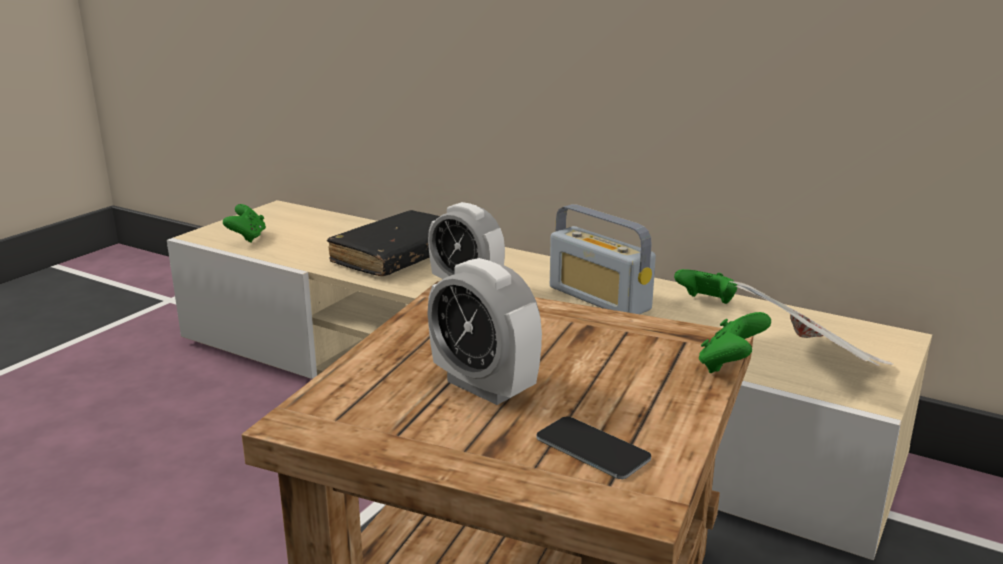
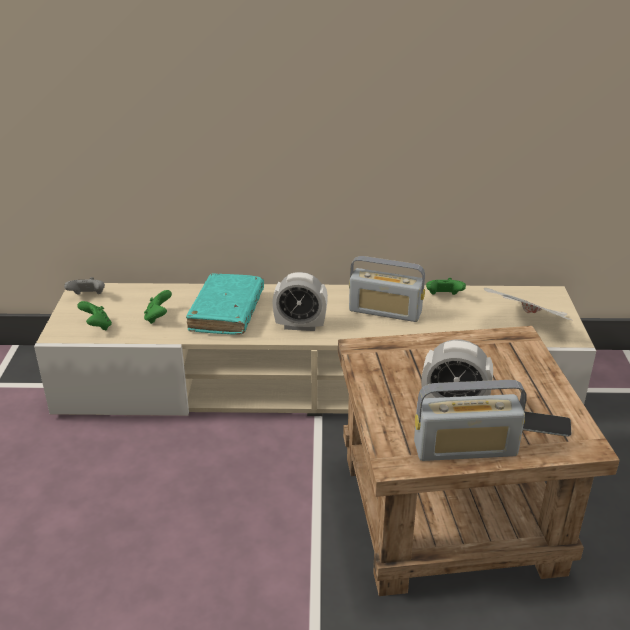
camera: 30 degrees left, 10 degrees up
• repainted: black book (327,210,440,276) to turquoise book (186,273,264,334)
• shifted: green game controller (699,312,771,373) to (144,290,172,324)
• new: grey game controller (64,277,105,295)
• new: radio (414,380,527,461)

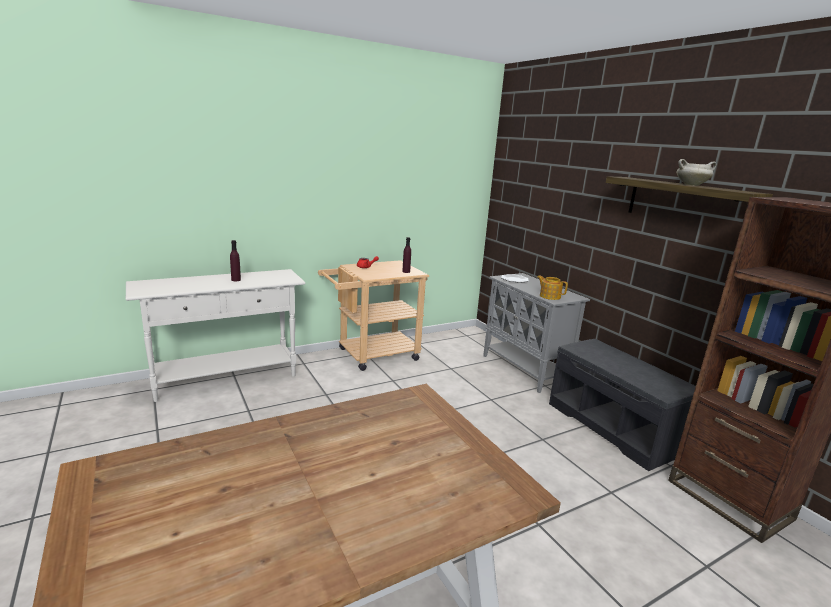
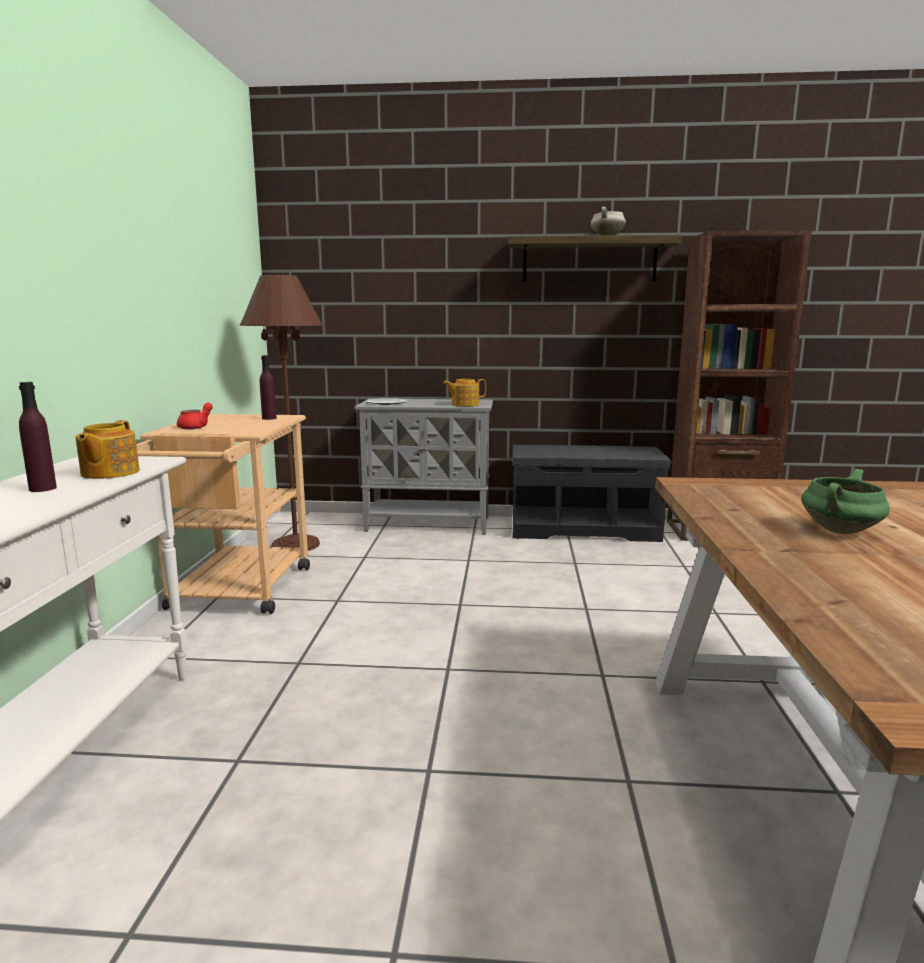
camera: 55 degrees left, 5 degrees down
• new: brown floor lamp (240,275,322,551)
• new: teapot (75,420,140,479)
• new: green cooking pot (801,469,890,534)

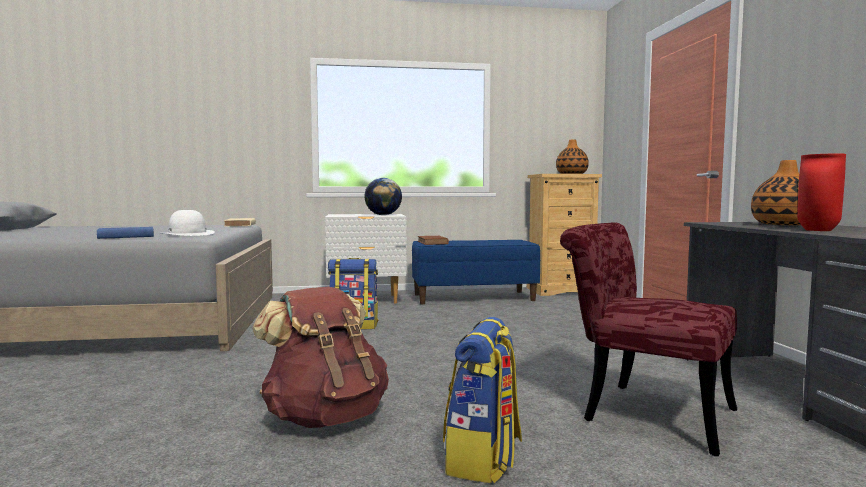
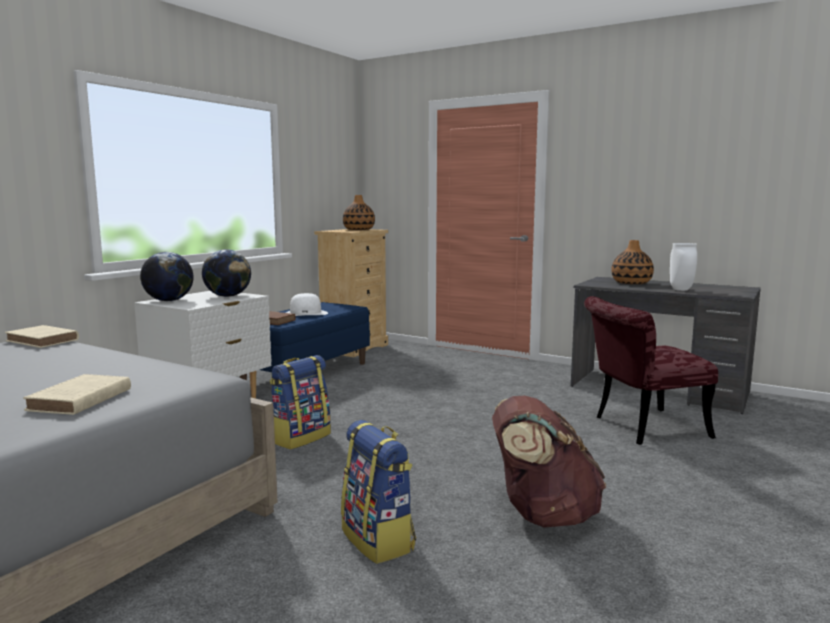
camera: 50 degrees left, 5 degrees up
• repainted: red vase (797,154,846,231) to white vase (670,243,697,291)
• shifted: white hat (161,210,215,236) to (286,293,328,316)
• repainted: blue book (97,227,154,239) to beige book (23,374,131,415)
• shifted: backpack (443,317,522,483) to (341,420,416,564)
• new: globe (140,252,194,301)

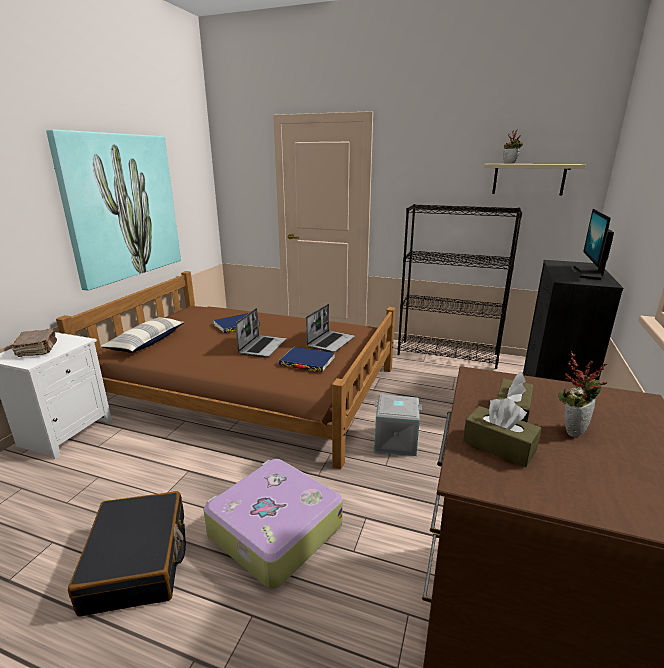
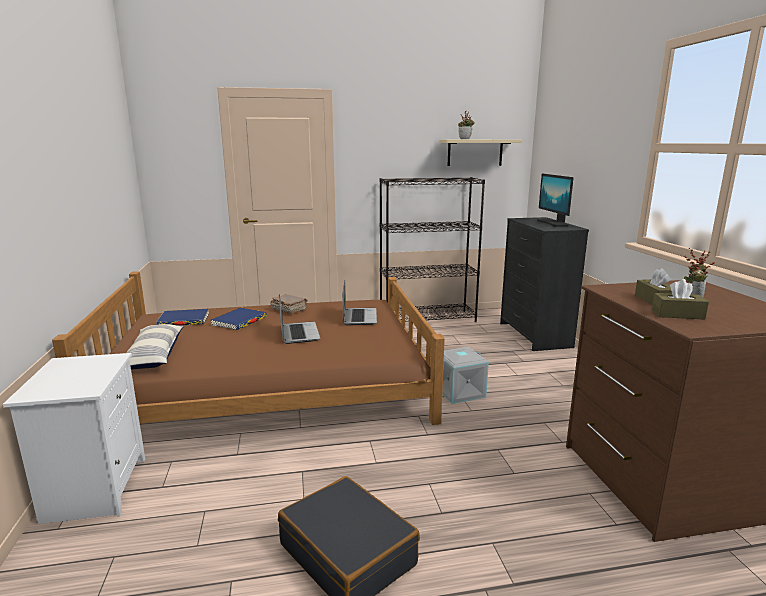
camera: 30 degrees left, 5 degrees down
• gone: picture (46,129,181,291)
• shifted: brown book (12,329,57,357) to (270,294,308,314)
• shifted: blue book (279,347,335,372) to (156,309,209,326)
• gone: suitcase (204,459,343,589)

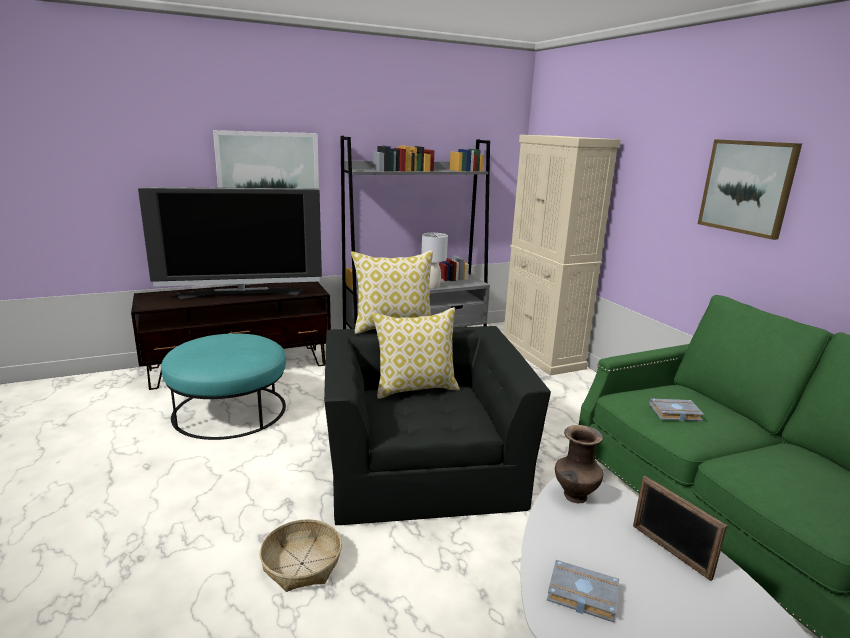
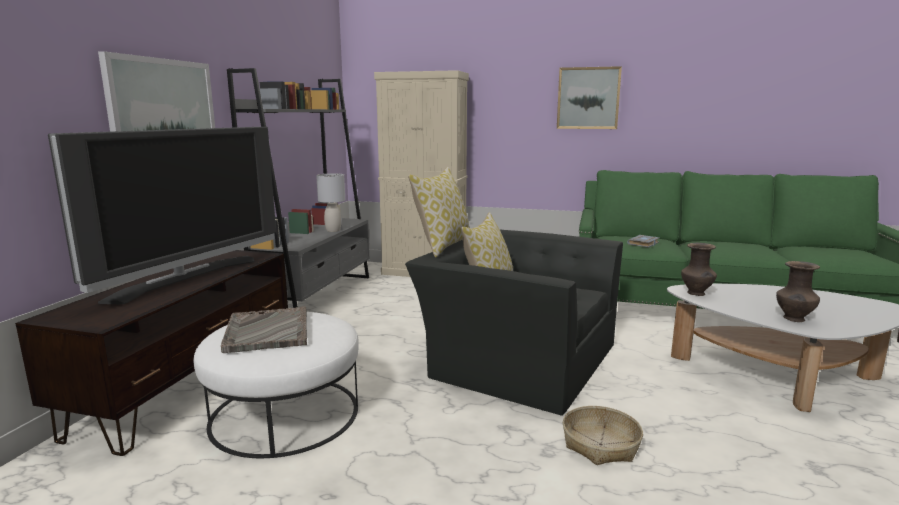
camera: 50 degrees left, 5 degrees down
• repainted: turquoise ottoman (161,333,286,440) to white ottoman (194,312,359,458)
• gone: picture frame (633,476,727,581)
• swapped: grey book (547,560,619,622) to brown vase (776,261,820,322)
• new: grey tray (221,306,307,353)

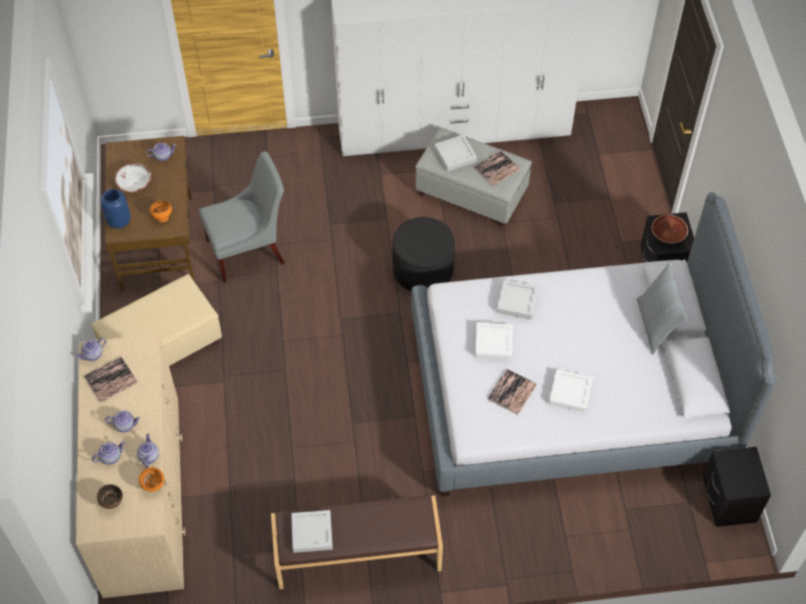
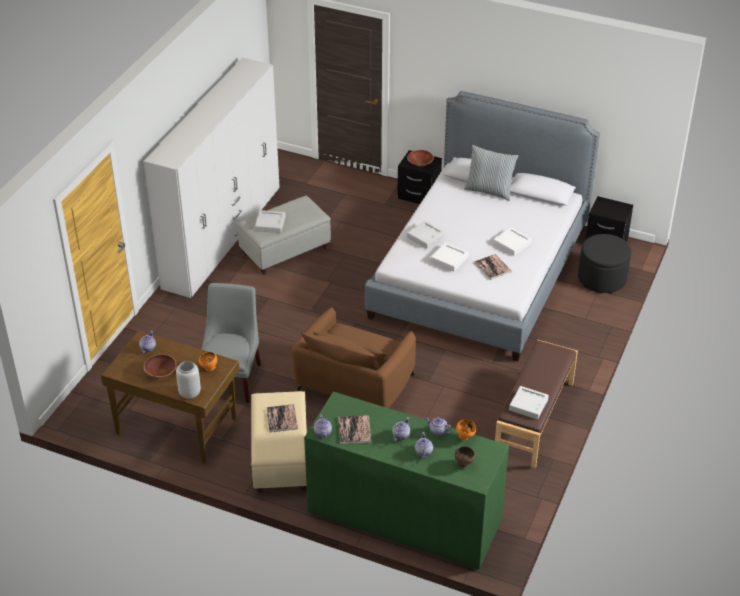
camera: 60 degrees left, 15 degrees down
• shifted: book (474,150,520,187) to (266,404,298,433)
• repainted: white bowl (115,163,152,192) to brown bowl (143,354,177,378)
• repainted: blue vase (100,189,131,228) to grey vase (176,361,201,399)
• shifted: black ottoman (393,217,455,291) to (578,234,631,293)
• repainted: beige dresser (76,334,185,598) to green dresser (304,392,509,570)
• new: brown armchair (292,308,416,408)

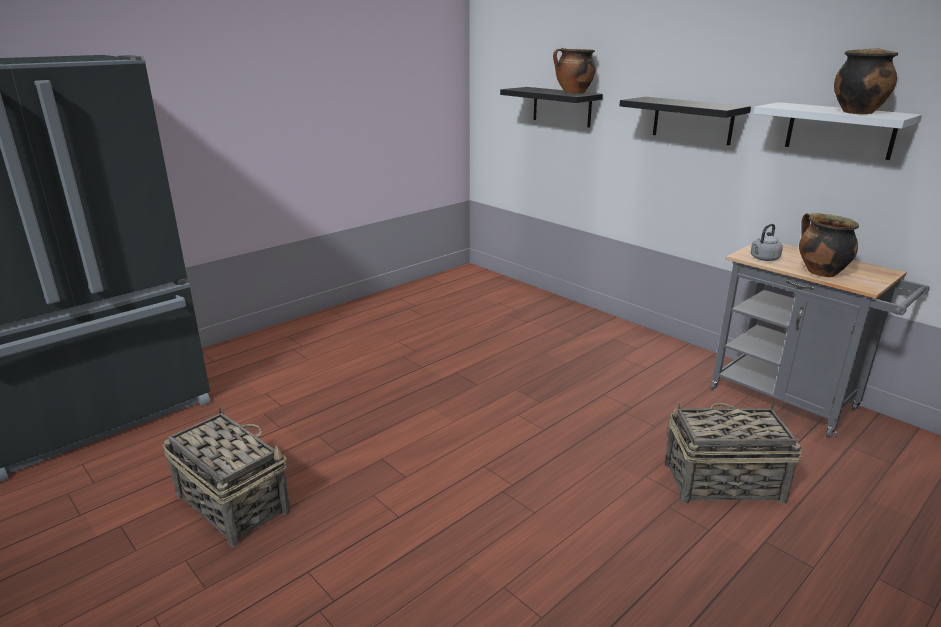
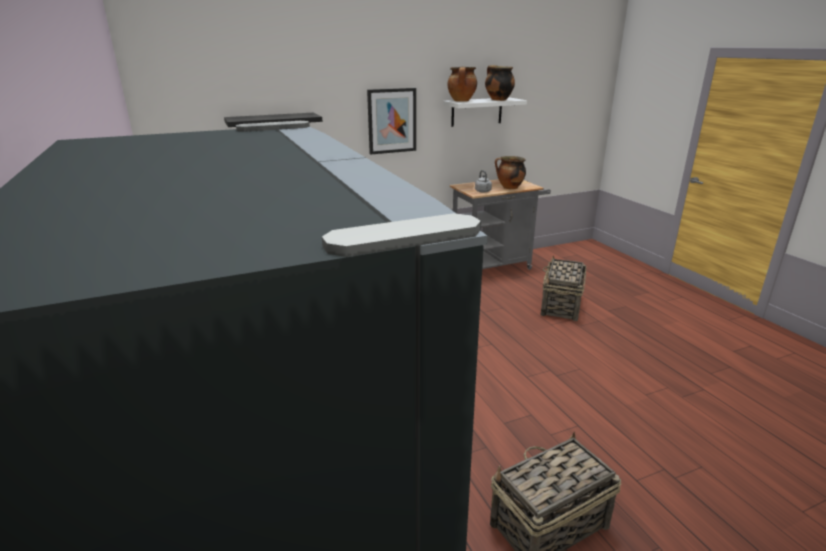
camera: 70 degrees left, 0 degrees up
• shifted: cooking pot (553,48,596,94) to (447,67,477,102)
• swapped: black shelf (619,97,751,145) to picture (367,88,416,155)

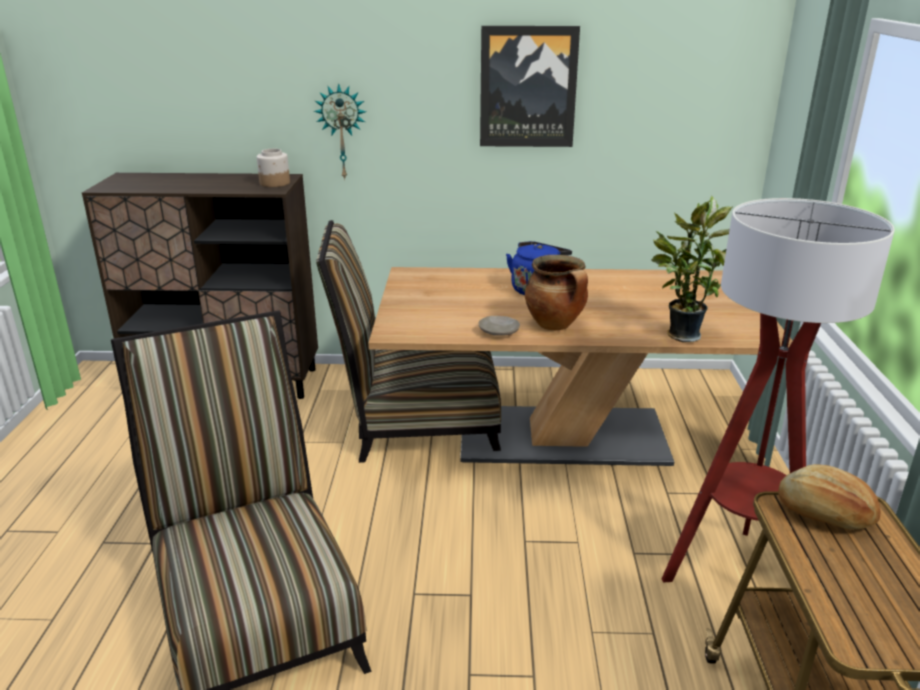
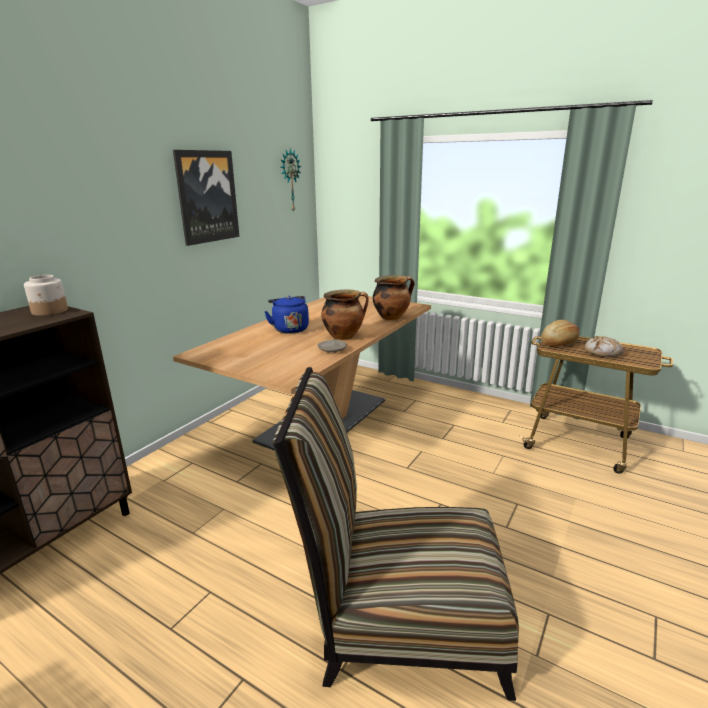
camera: 60 degrees left, 5 degrees down
• shifted: wall clock (314,83,367,181) to (281,148,302,213)
• swapped: potted plant (651,196,732,342) to cooking pot (373,275,414,320)
• gone: floor lamp (662,198,895,622)
• gone: chair (316,220,501,463)
• new: bread (585,336,623,357)

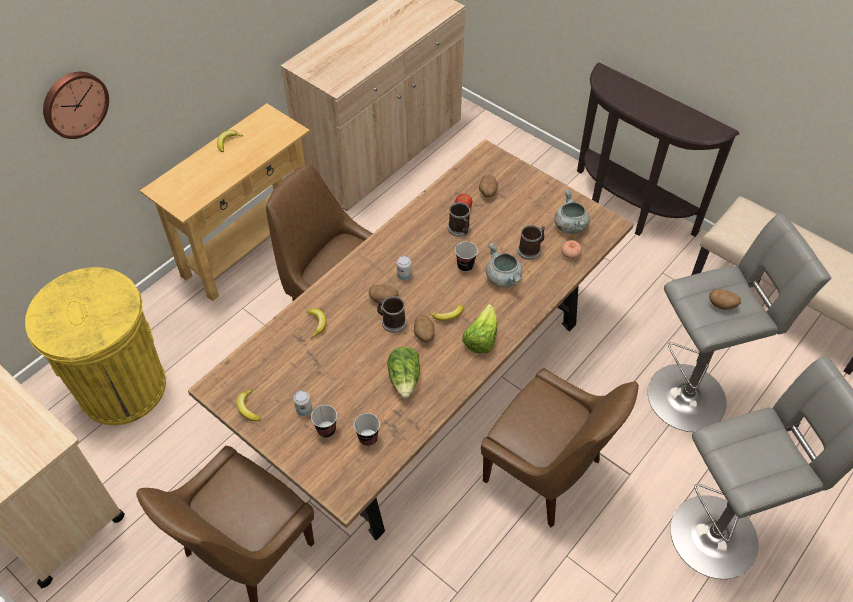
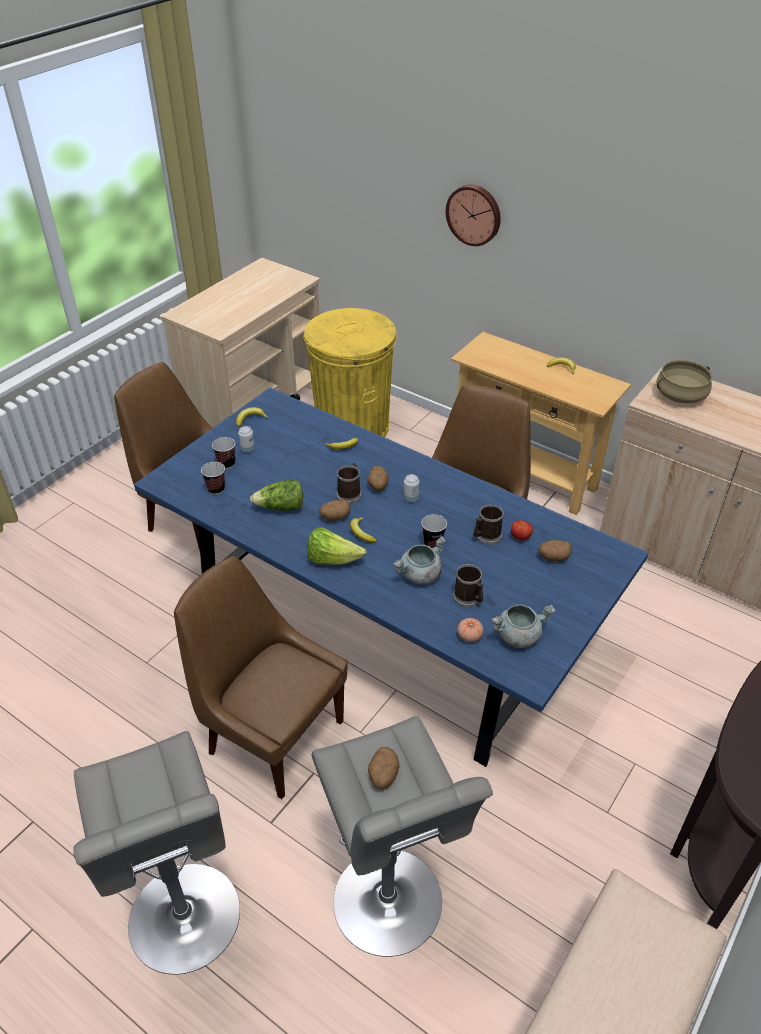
camera: 85 degrees right, 10 degrees down
• repainted: brown dining table (188,140,634,541) to blue dining table (134,388,648,767)
• rotated: brown chair (481,368,639,527) = (174,556,348,799) 90 degrees clockwise
• new: beige cooking pot (656,360,713,403)

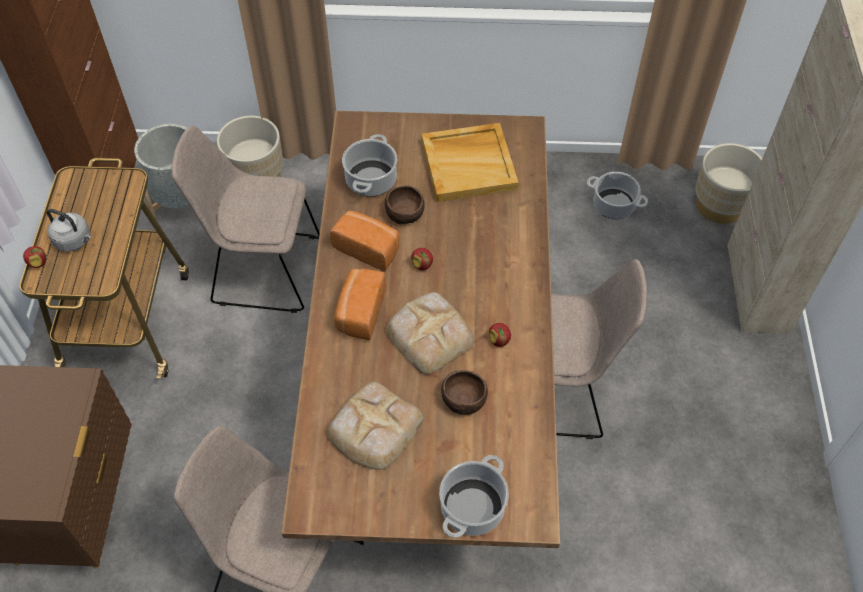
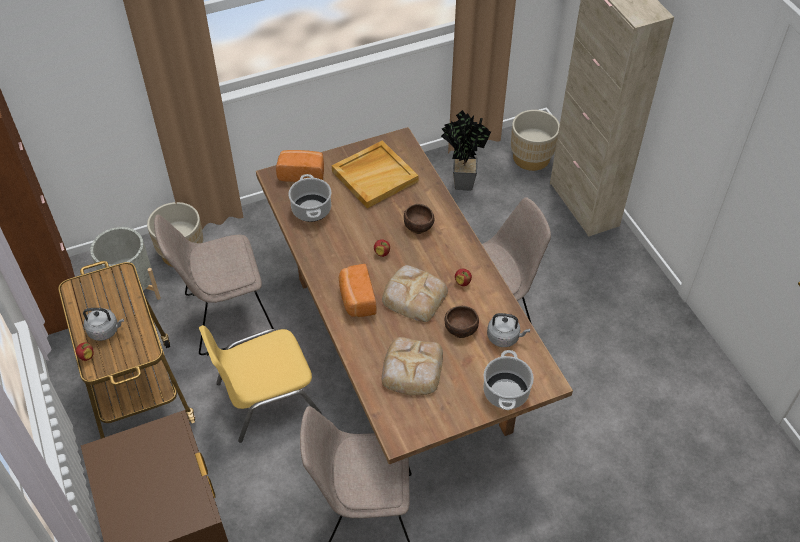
camera: 25 degrees left, 5 degrees down
• swapped: cooking pot (587,172,648,219) to potted plant (441,110,491,191)
• shifted: brown bowl (385,186,425,224) to (404,204,435,234)
• shifted: bread (330,210,400,271) to (276,150,324,182)
• new: grey kettle (487,313,530,347)
• new: yellow chair (199,325,322,443)

